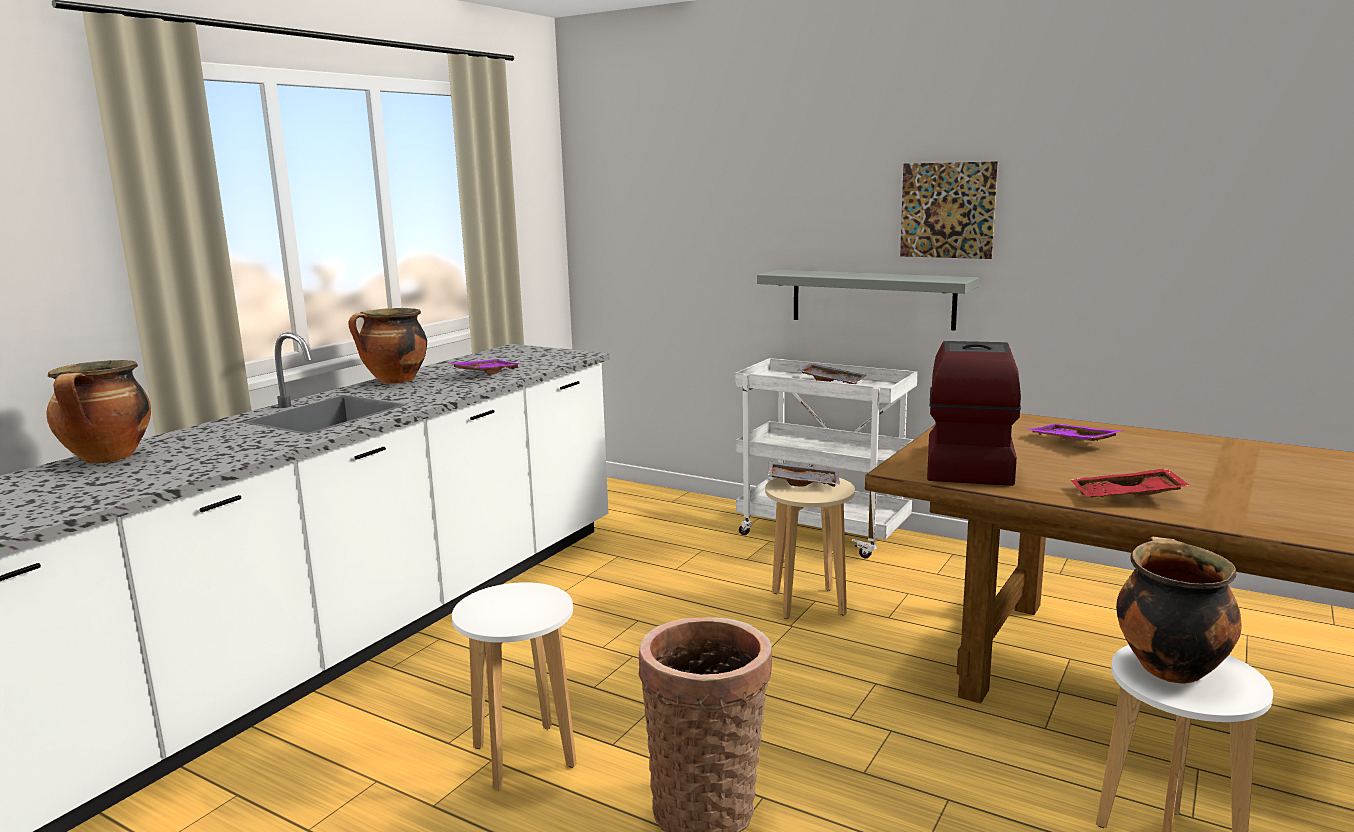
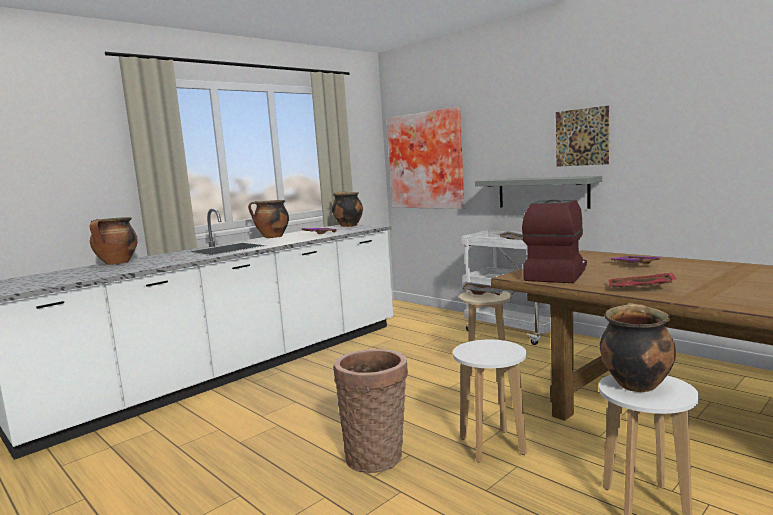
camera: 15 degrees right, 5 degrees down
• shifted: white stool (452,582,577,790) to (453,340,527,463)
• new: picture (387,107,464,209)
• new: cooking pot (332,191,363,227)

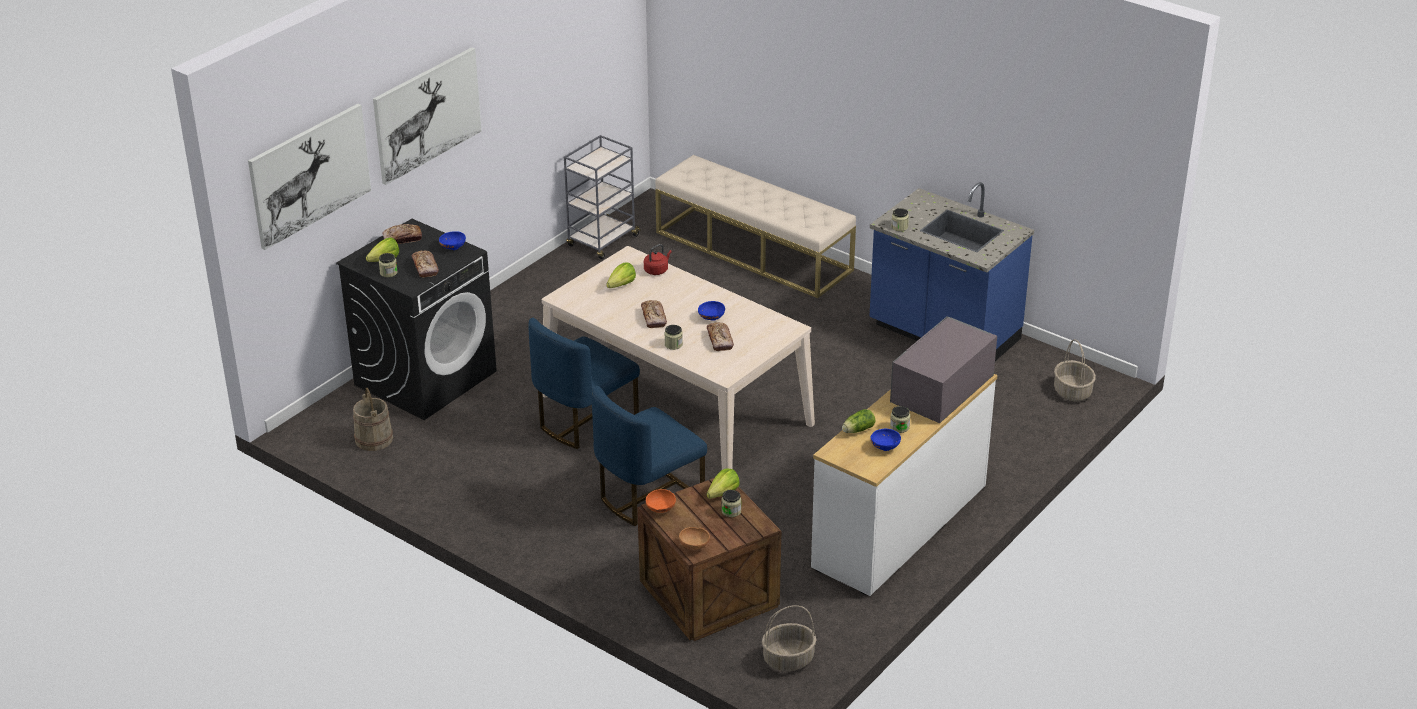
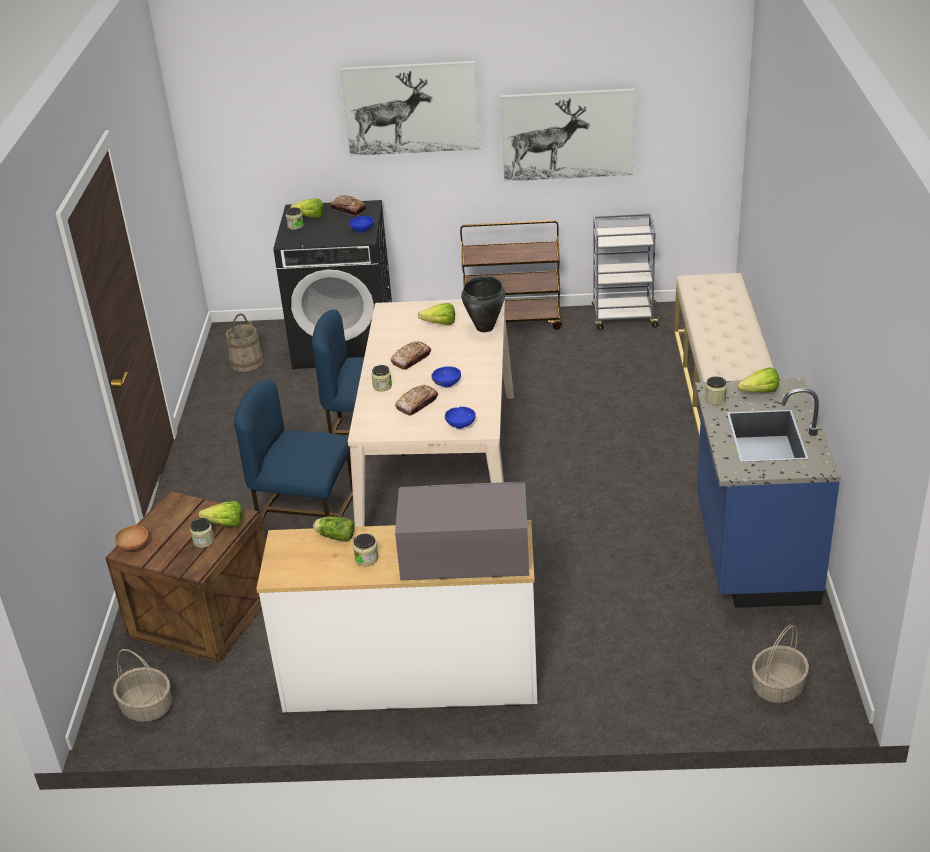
camera: 55 degrees right, 0 degrees up
• shifted: picture (248,104,371,250) to (500,88,635,182)
• swapped: red kettle (644,244,672,275) to black cooking pot (461,276,505,332)
• gone: bread (412,251,439,278)
• shifted: blue bowl (871,429,901,451) to (445,407,476,429)
• gone: orange bowl (646,489,676,513)
• new: brown cart (460,220,562,330)
• new: lettuce (737,367,779,393)

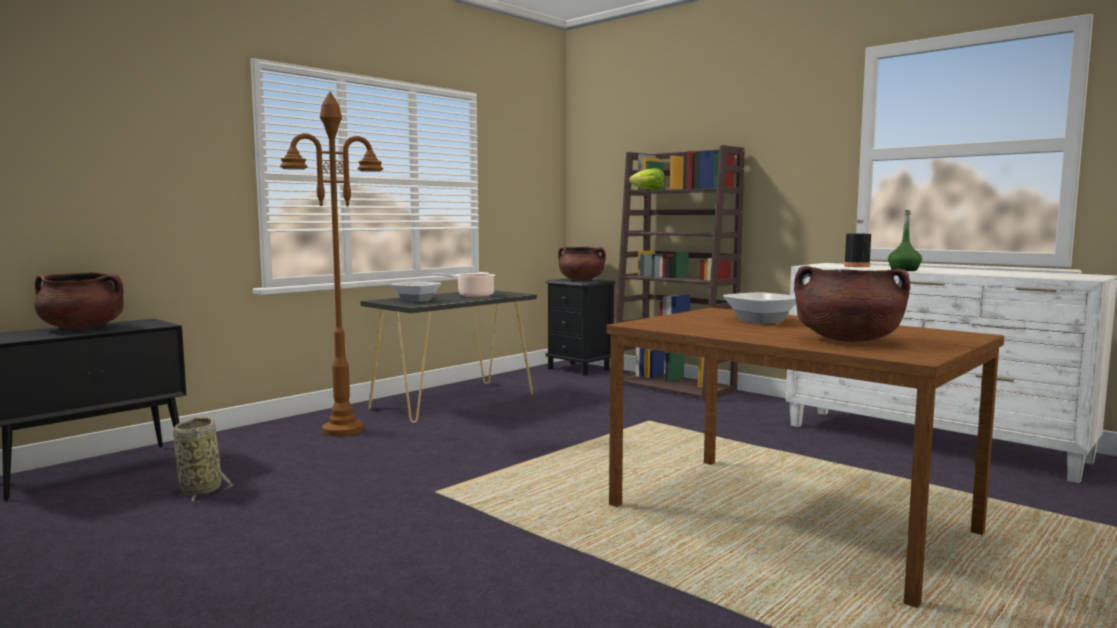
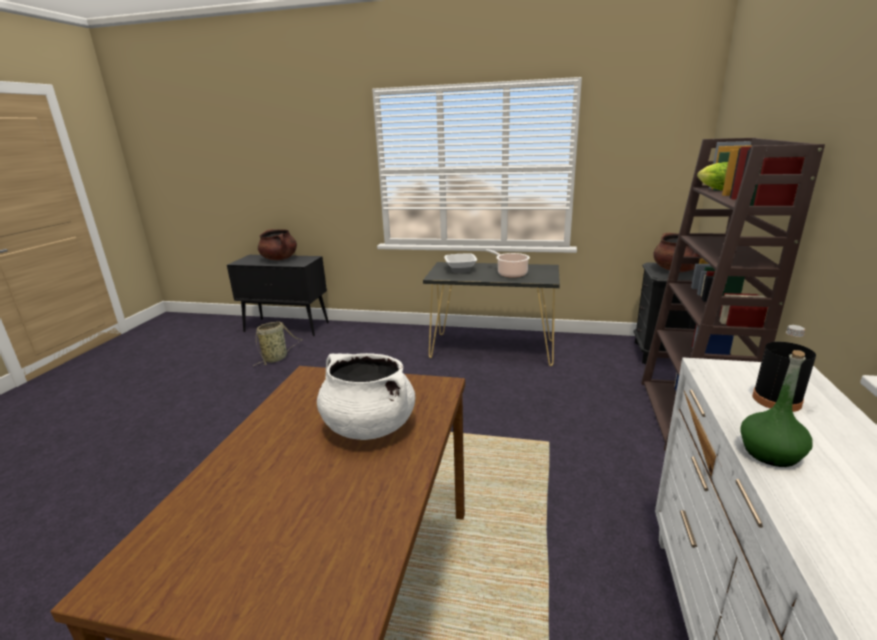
camera: 60 degrees right, 15 degrees up
• gone: brown floor lamp (280,92,383,436)
• gone: brown cooking pot (794,266,910,342)
• swapped: bowl (723,292,796,324) to white cooking pot (317,353,416,440)

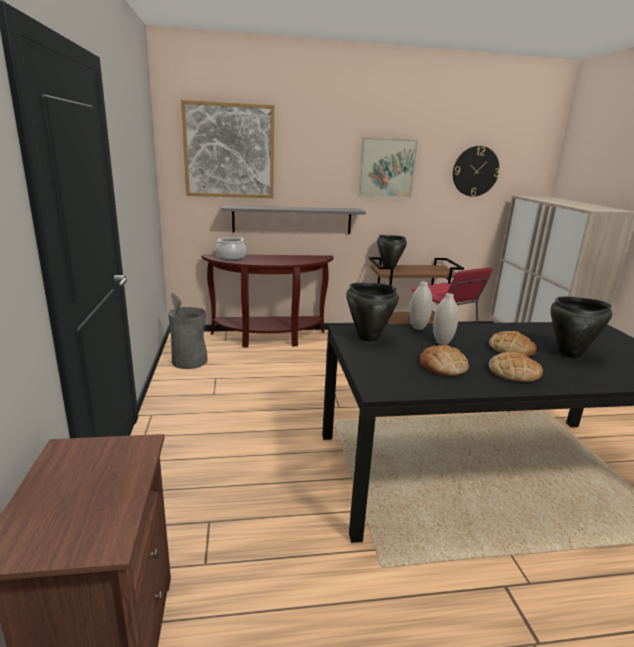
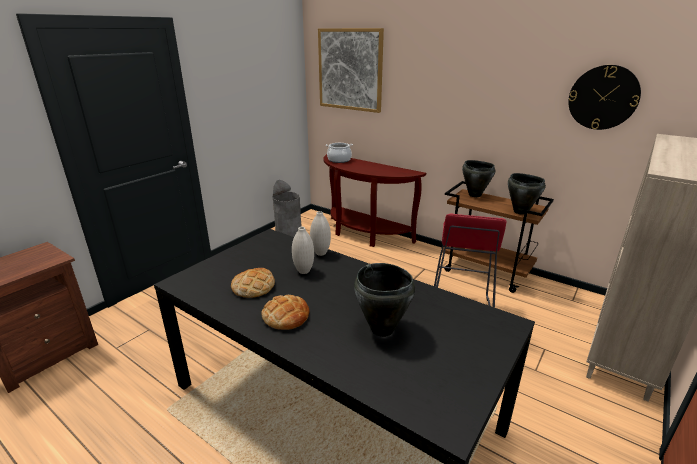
camera: 45 degrees right, 5 degrees up
• gone: picture (358,137,418,198)
• gone: grey shelf (221,205,366,234)
• shifted: black cooking pot (346,283,399,342) to (508,173,546,215)
• gone: bread (489,331,537,357)

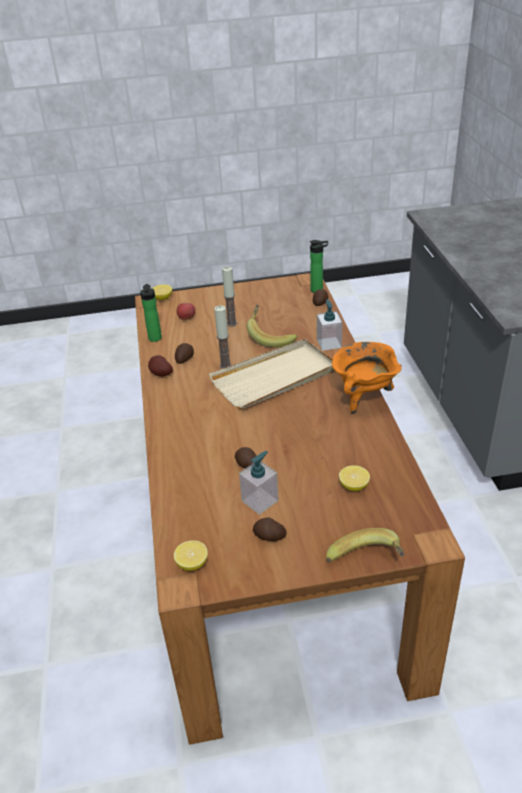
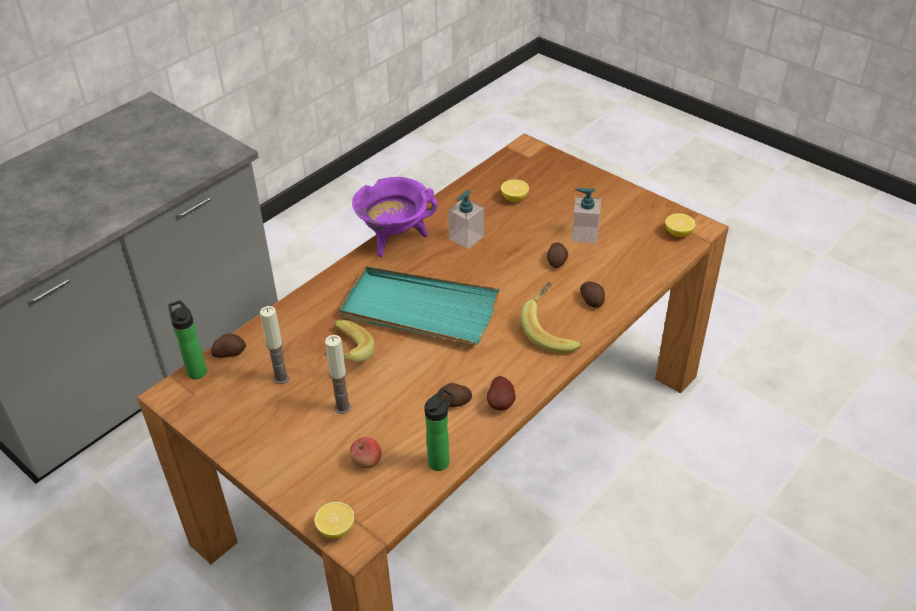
camera: 130 degrees left, 5 degrees up
• shifted: soap dispenser (317,299,342,351) to (448,190,484,249)
• shifted: candle (214,305,231,369) to (260,306,290,384)
• repainted: beige tray (209,339,335,409) to turquoise tray (339,266,499,345)
• repainted: orange cooking pot (332,342,402,414) to purple cooking pot (352,177,437,257)
• shifted: potato (253,518,287,541) to (580,281,605,308)
• shifted: banana (326,528,404,563) to (521,282,582,354)

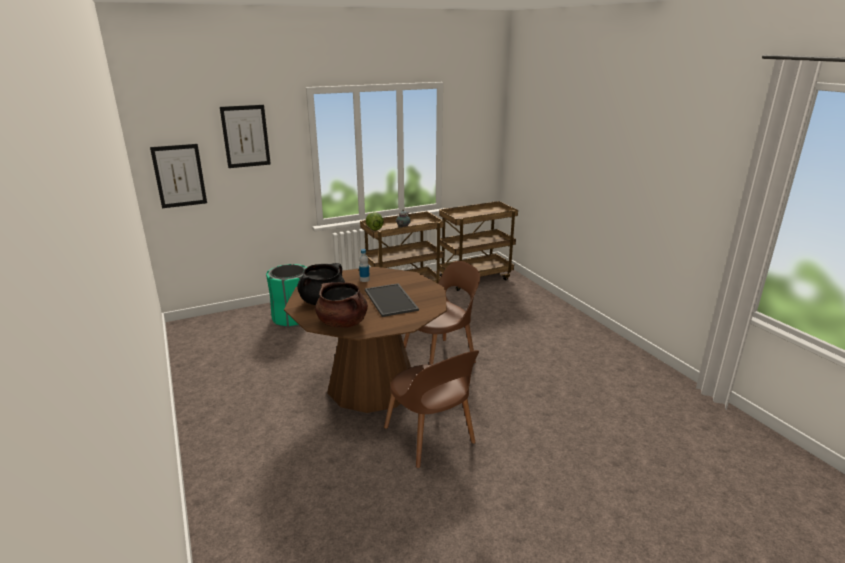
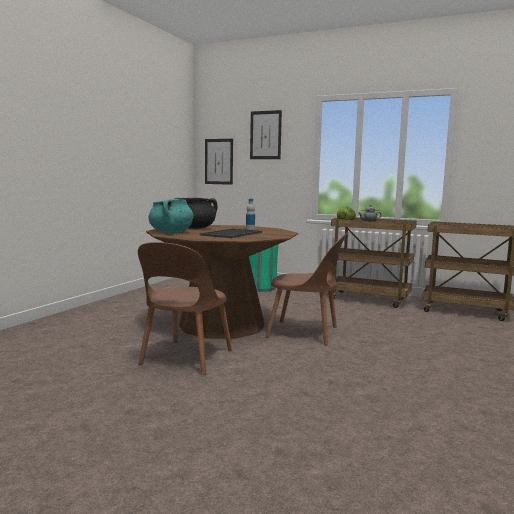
camera: 50 degrees right, 15 degrees down
• repainted: brown cooking pot (315,282,368,328) to turquoise cooking pot (148,199,193,233)

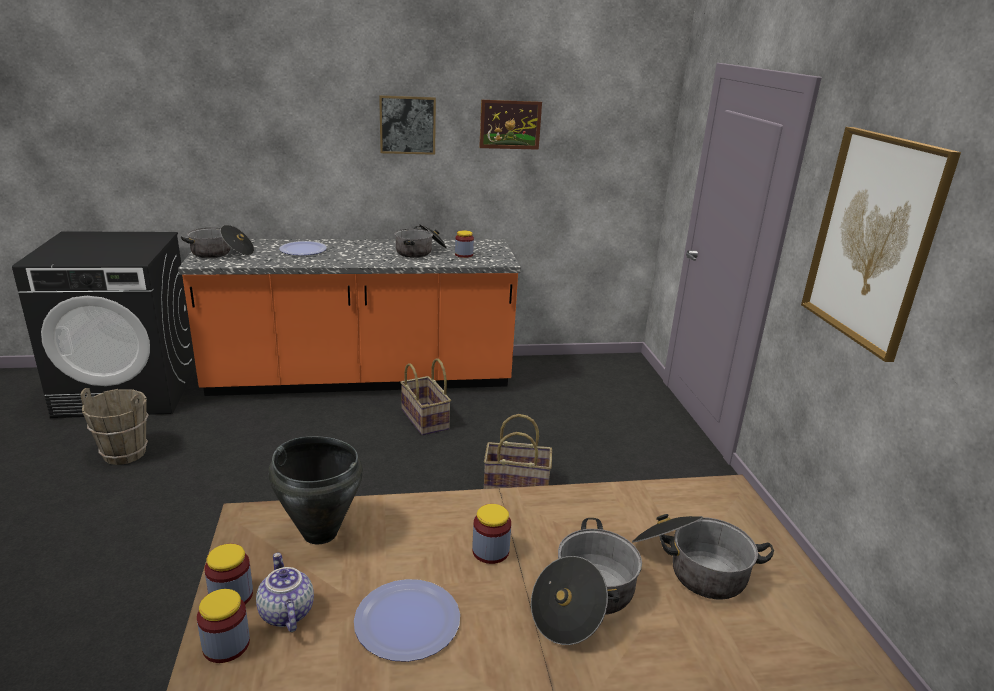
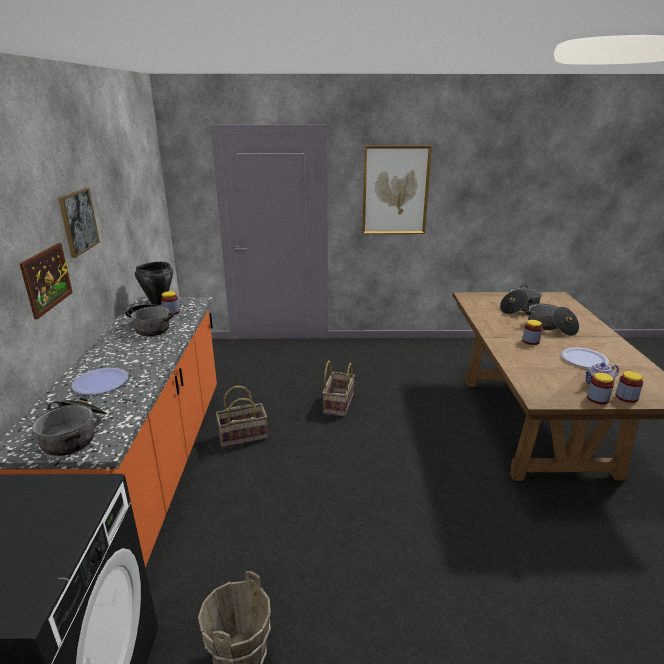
camera: 80 degrees left, 0 degrees up
• shifted: picture (479,100,542,150) to (20,243,73,319)
• shifted: black cooking pot (269,436,363,544) to (135,262,173,305)

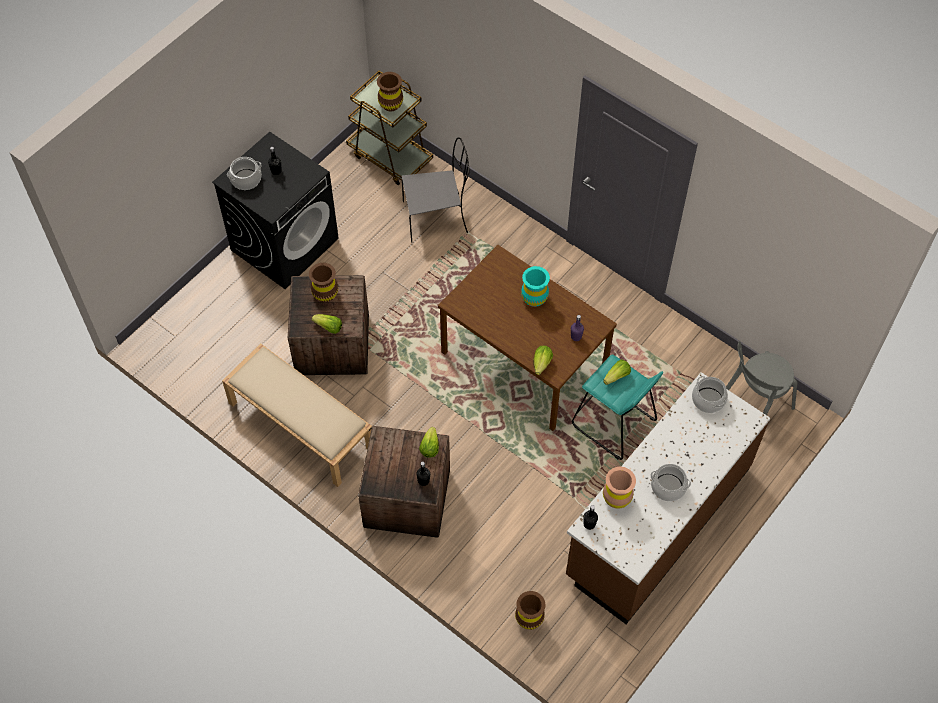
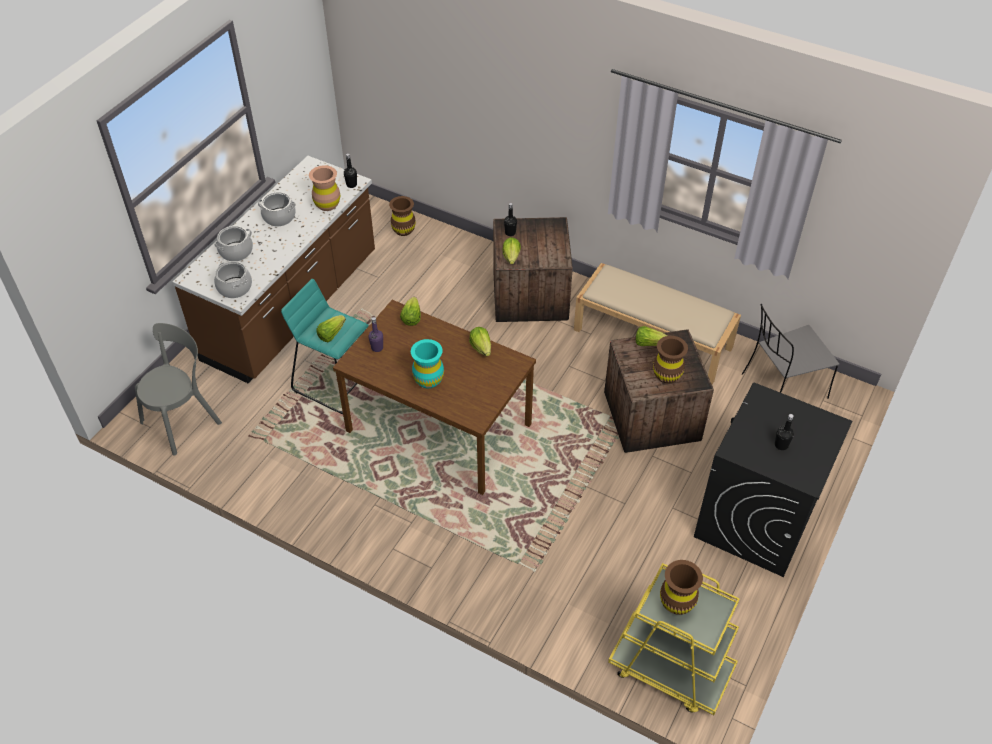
camera: 170 degrees right, 10 degrees down
• repainted: brown cart (346,71,433,185) to yellow cart (608,563,740,715)
• shifted: grey chair (402,137,469,243) to (742,304,839,399)
• shifted: cooking pot (227,157,262,190) to (214,226,253,261)
• new: lettuce (469,327,491,356)

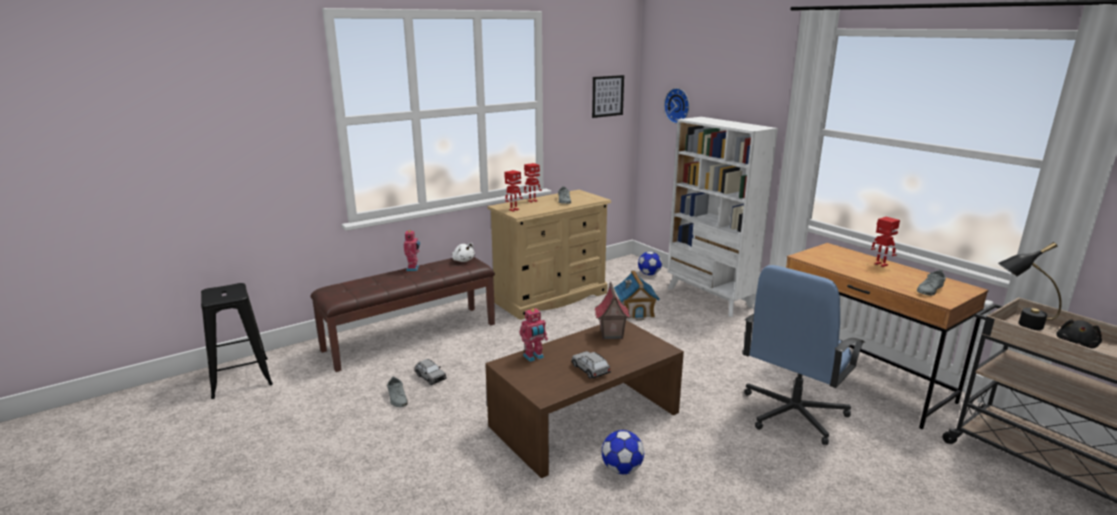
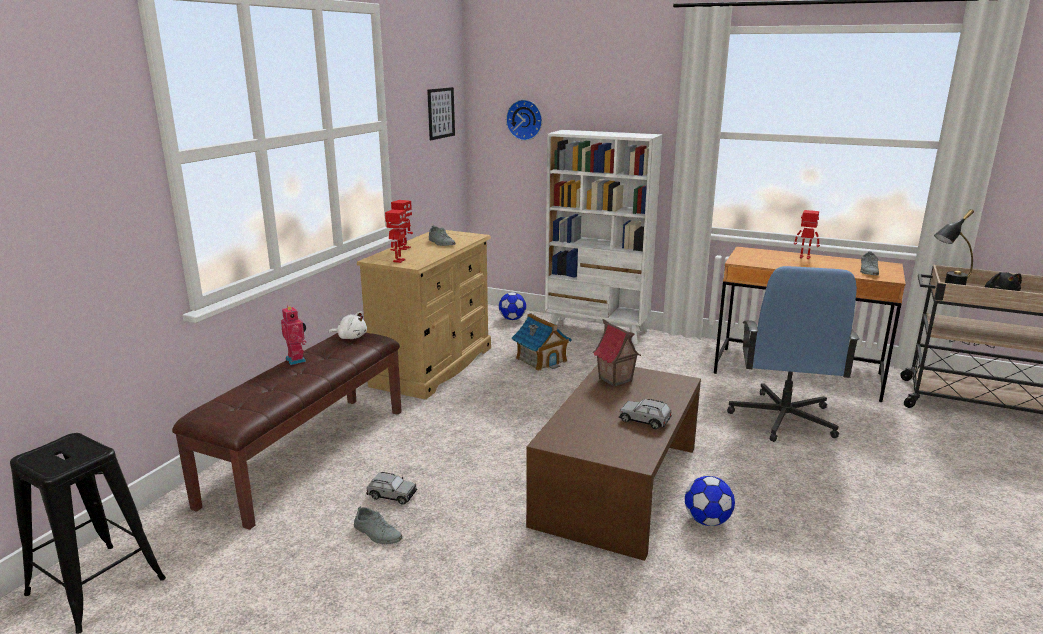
camera: 30 degrees left, 0 degrees up
• gone: toy robot (519,308,548,362)

